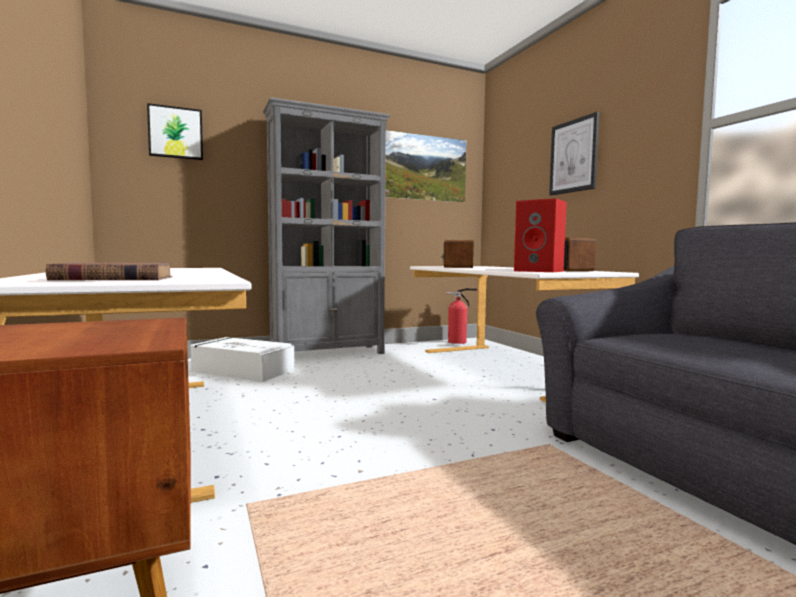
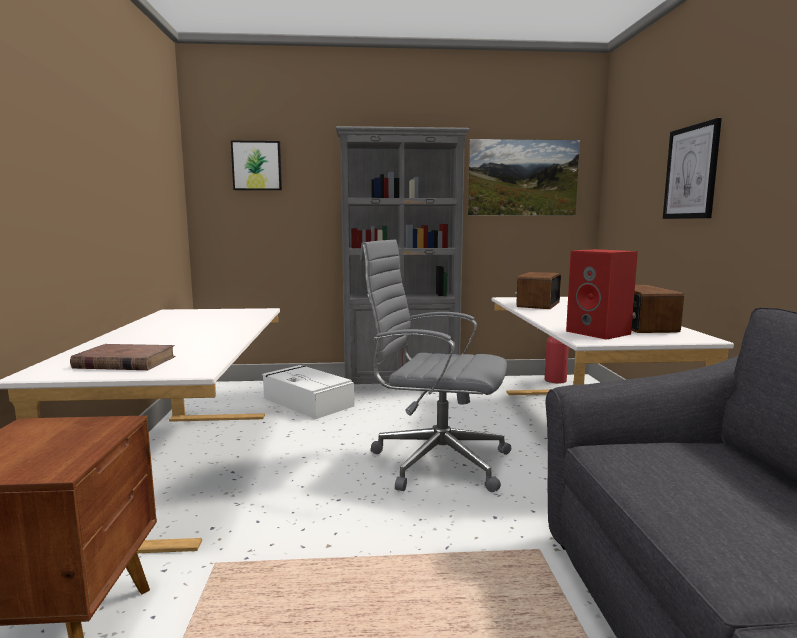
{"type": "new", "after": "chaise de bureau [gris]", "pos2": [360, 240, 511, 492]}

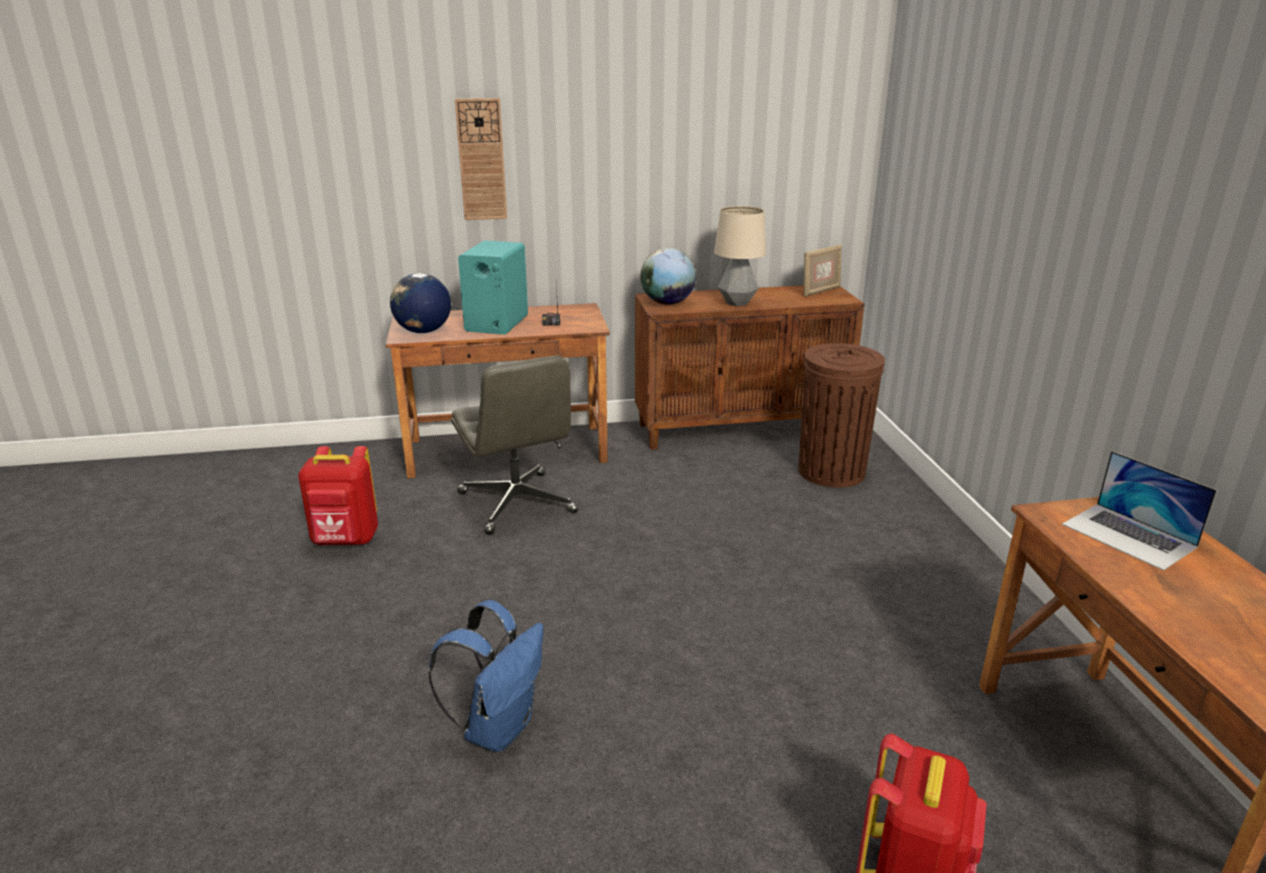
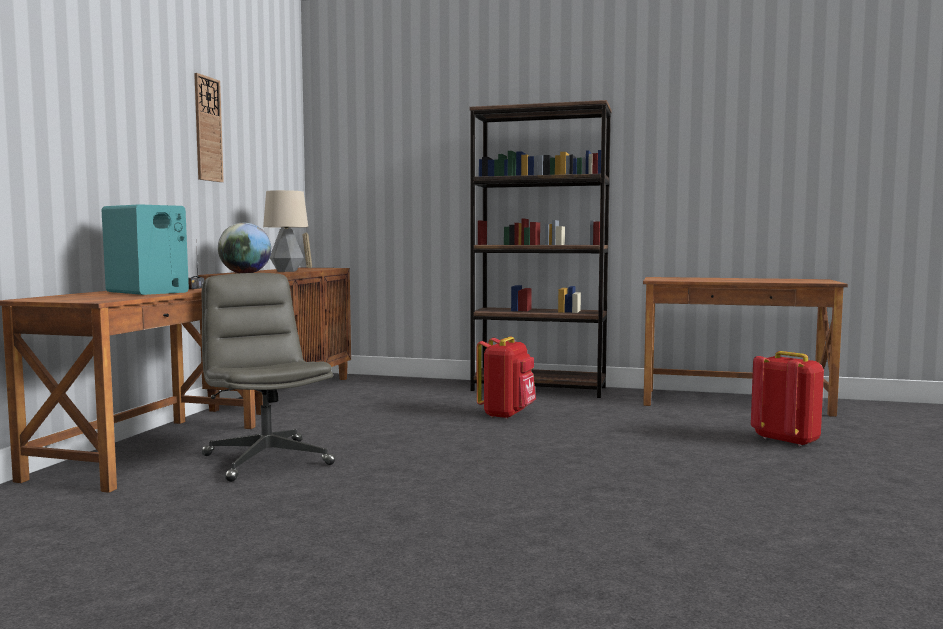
{"type": "gone", "before": "globe", "pos1": [390, 273, 451, 333]}
{"type": "gone", "before": "sac à dos [bleu]", "pos1": [428, 600, 544, 752]}
{"type": "gone", "before": "poubelle [marron]", "pos1": [798, 343, 885, 488]}
{"type": "gone", "before": "ordinateur portable", "pos1": [1062, 451, 1217, 571]}
{"type": "new", "after": "bibliothèque [marron]", "pos2": [470, 100, 612, 398]}
{"type": "shifted", "before": "sac à dos [rouge]", "pos1": [298, 446, 378, 545], "pos2": [477, 337, 536, 419]}
{"type": "shifted", "before": "horloge murale", "pos1": [455, 98, 507, 220], "pos2": [194, 73, 224, 182]}
{"type": "rotated", "before": "chaise de bureau [gris]", "pos1": [451, 355, 578, 535], "pos2": [202, 273, 335, 482], "turn": -120}

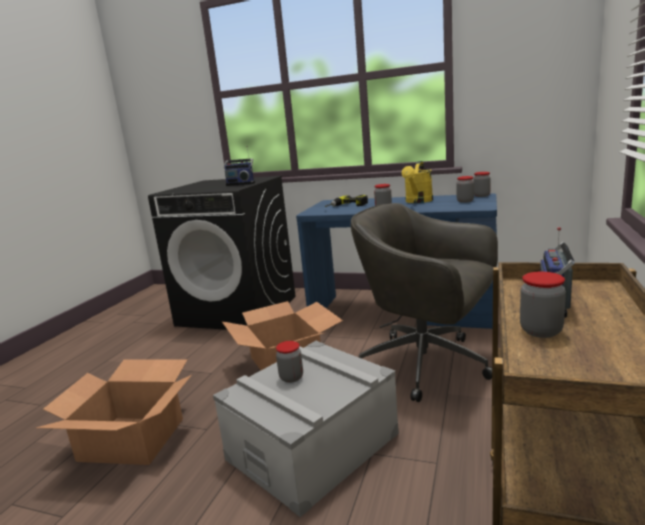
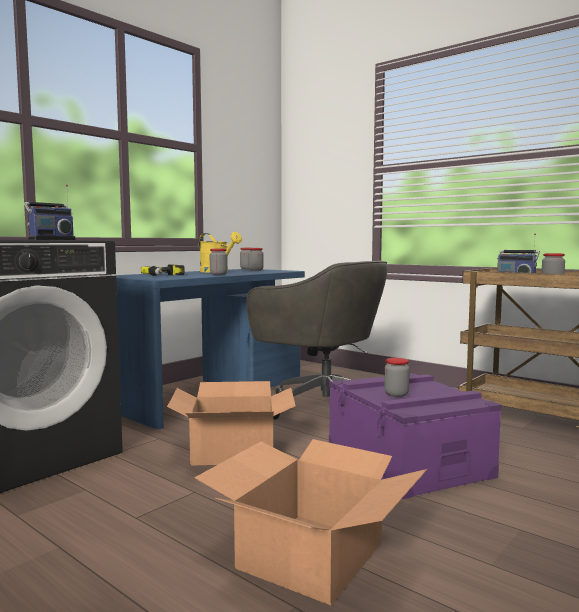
{"type": "repainted", "before": "boîte de rangement [gris]", "after": "boîte de rangement [violet]", "pos1": [213, 341, 399, 517], "pos2": [329, 373, 502, 499]}
{"type": "rotated", "before": "chaise de bureau [gris]", "pos1": [350, 203, 498, 402], "pos2": [246, 261, 388, 420], "turn": -105}

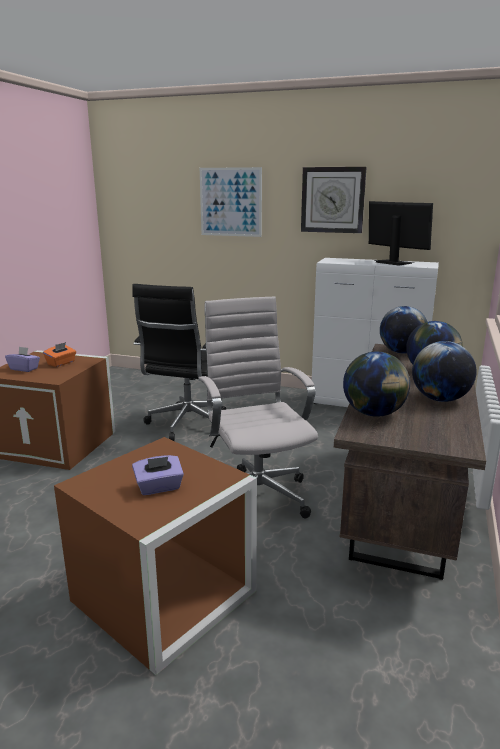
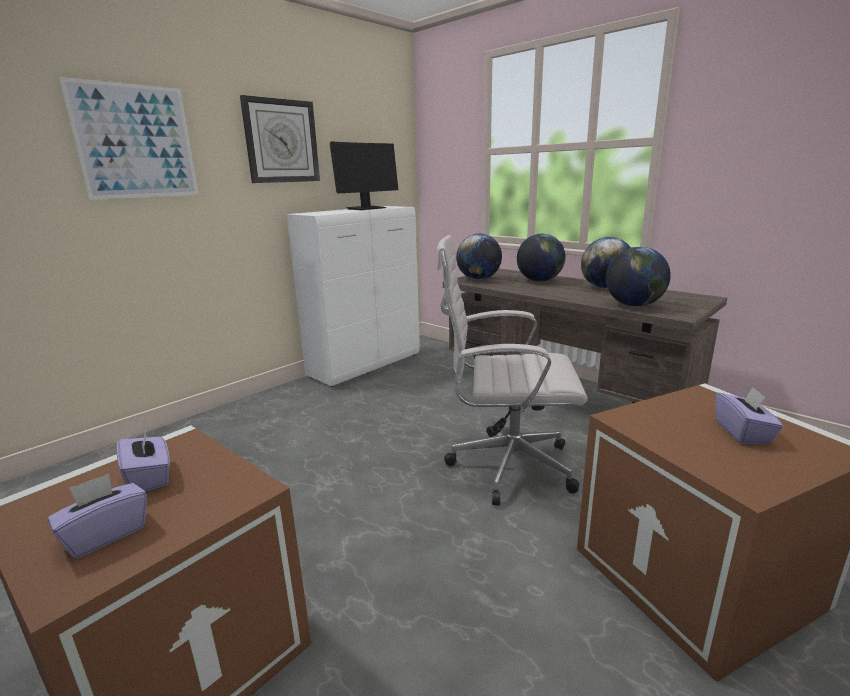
{"type": "gone", "before": "chaise de bureau [noir]", "pos1": [132, 284, 226, 441]}
{"type": "repainted", "before": "boîte à mouchoirs [orange]", "after": "boîte à mouchoirs [violet]", "pos1": [43, 342, 76, 367], "pos2": [117, 429, 170, 492]}
{"type": "rotated", "before": "écran d'ordinateur", "pos1": [369, 201, 433, 266], "pos2": [330, 141, 398, 210], "turn": 150}

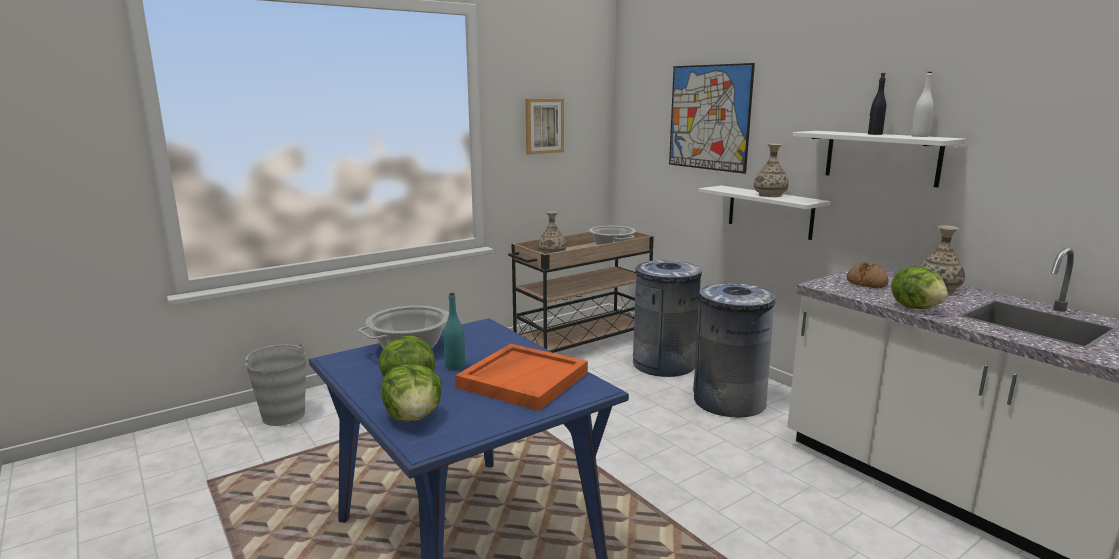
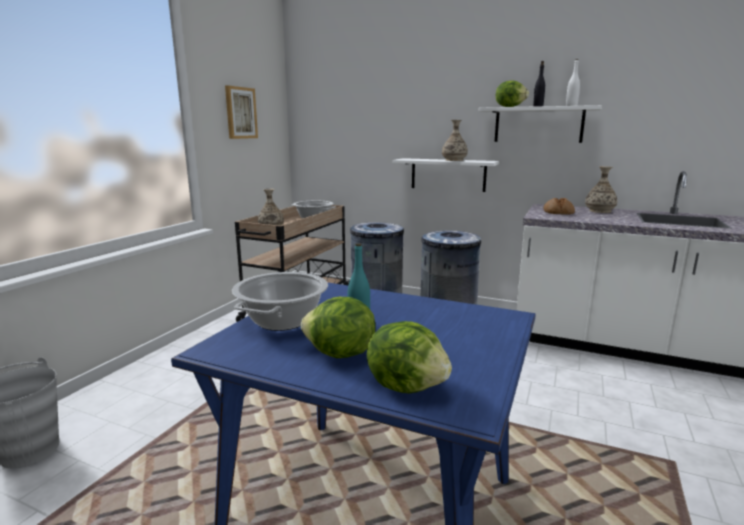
{"type": "gone", "before": "plateau [orange]", "pos1": [455, 344, 588, 411]}
{"type": "gone", "before": "tableau", "pos1": [669, 63, 755, 174]}
{"type": "shifted", "before": "laitue", "pos1": [891, 267, 948, 309], "pos2": [496, 80, 529, 107]}

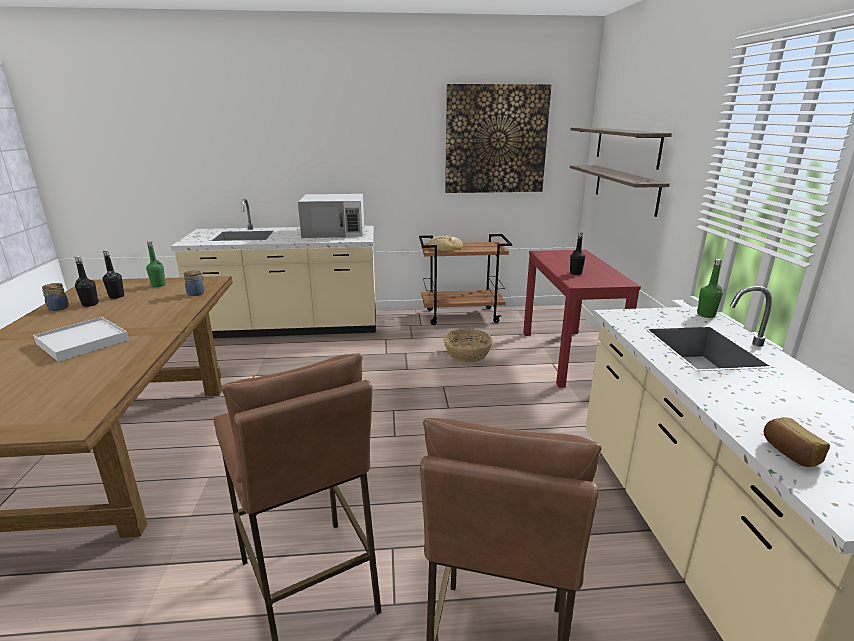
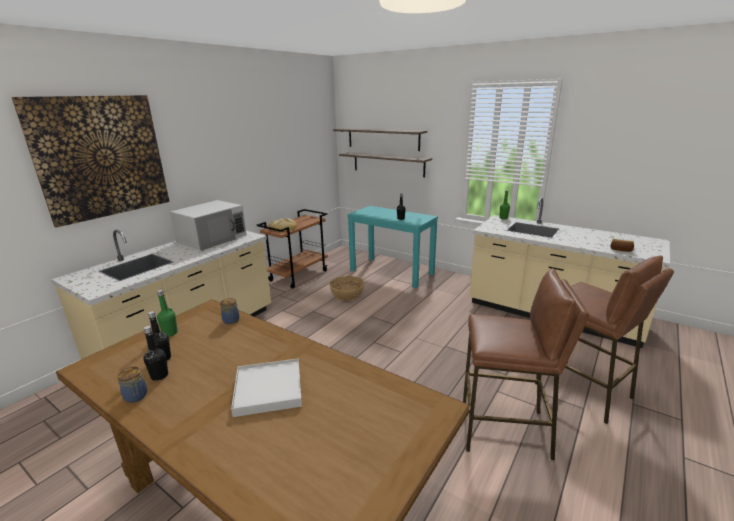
{"type": "shifted", "before": "tableau", "pos1": [445, 84, 551, 193], "pos2": [11, 95, 170, 228]}
{"type": "repainted", "before": "table console [rouge]", "after": "table console [turquoise]", "pos1": [523, 250, 641, 388], "pos2": [348, 206, 438, 288]}

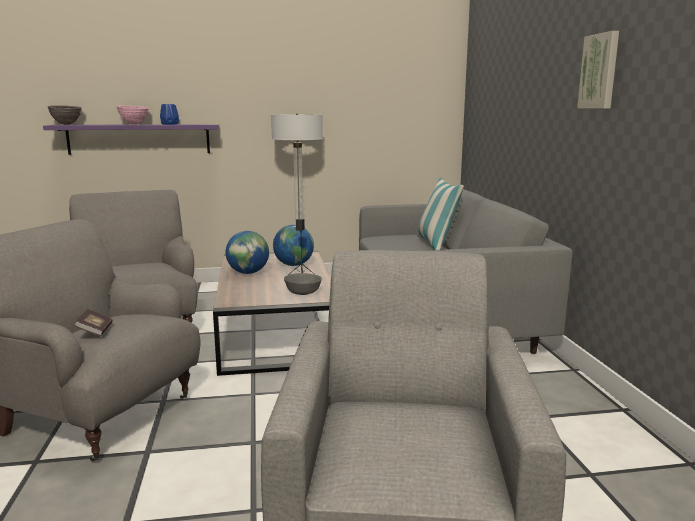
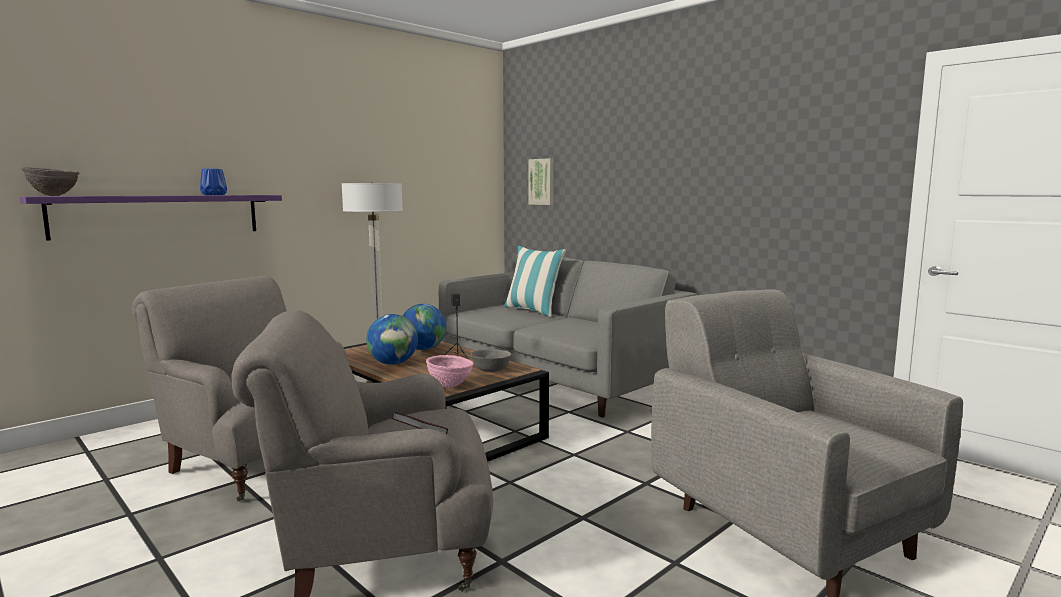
{"type": "shifted", "before": "bol [rose]", "pos1": [117, 105, 149, 125], "pos2": [426, 355, 474, 388]}
{"type": "shifted", "before": "tableau", "pos1": [577, 31, 619, 109], "pos2": [529, 158, 553, 205]}

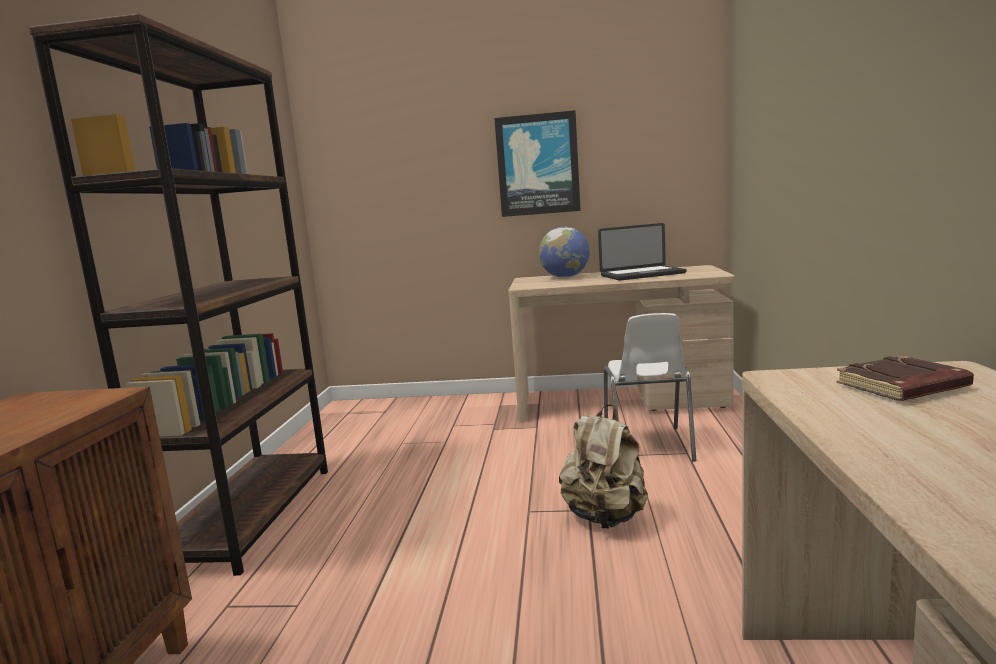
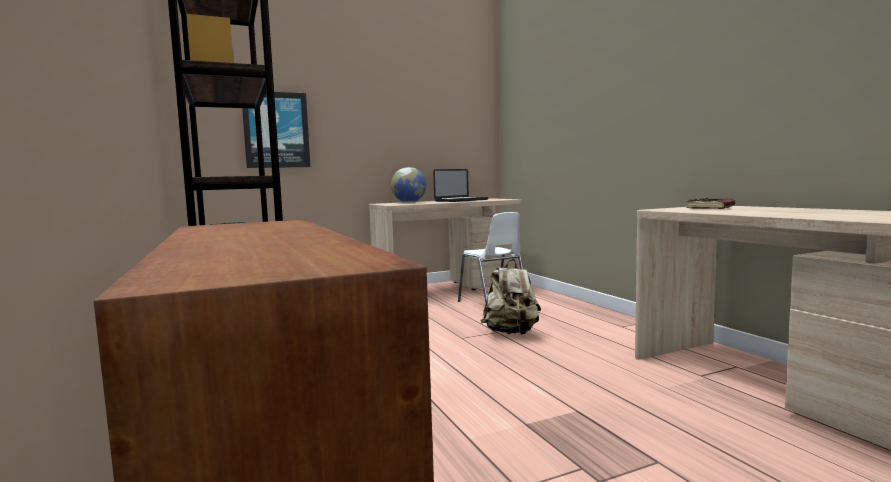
{"type": "shifted", "before": "tableau", "pos1": [494, 110, 581, 217], "pos2": [242, 92, 310, 168]}

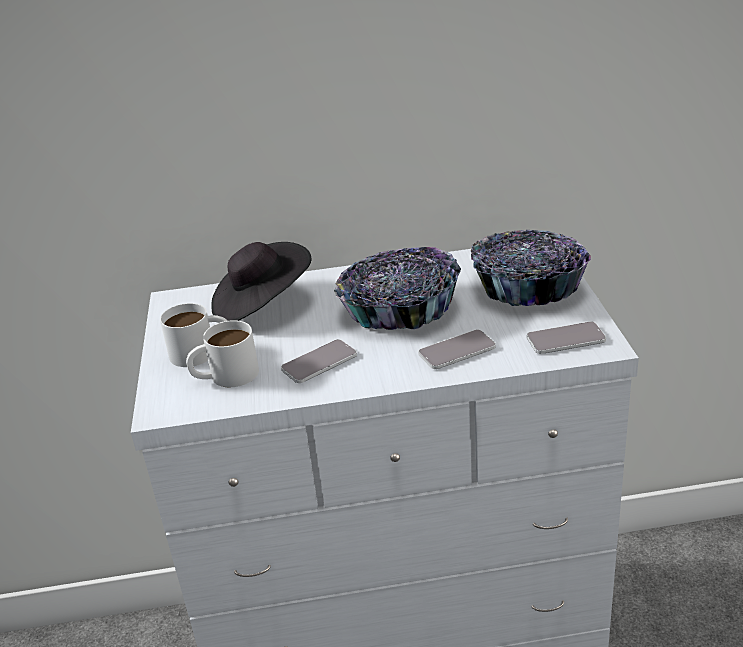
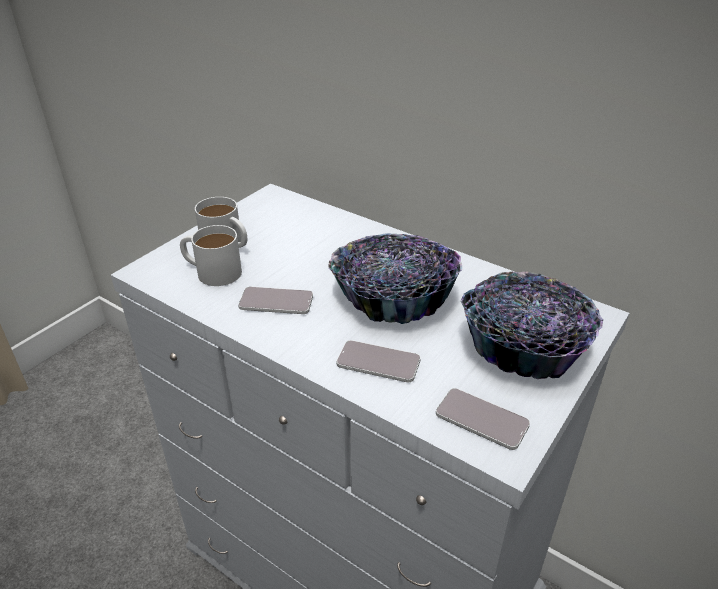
{"type": "gone", "before": "chapeau [noir]", "pos1": [211, 242, 312, 321]}

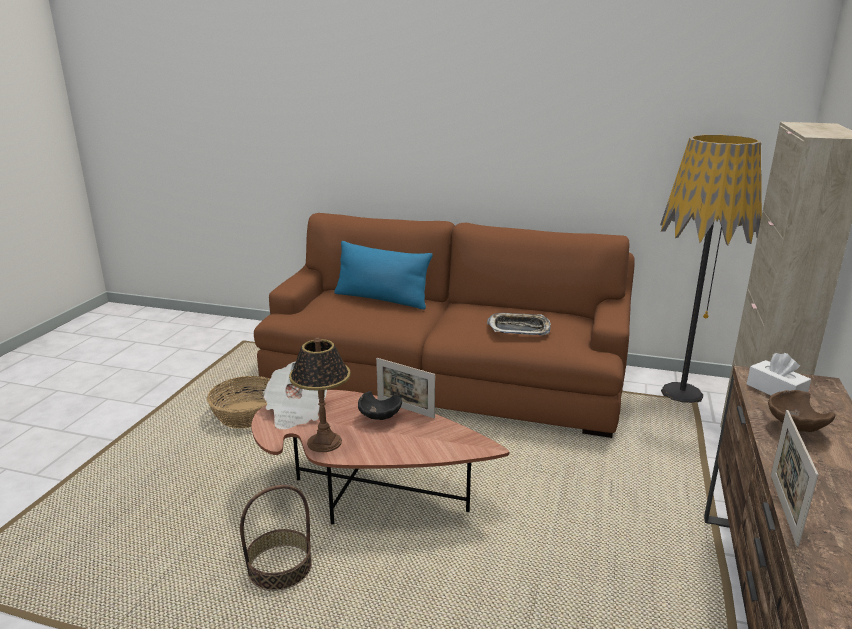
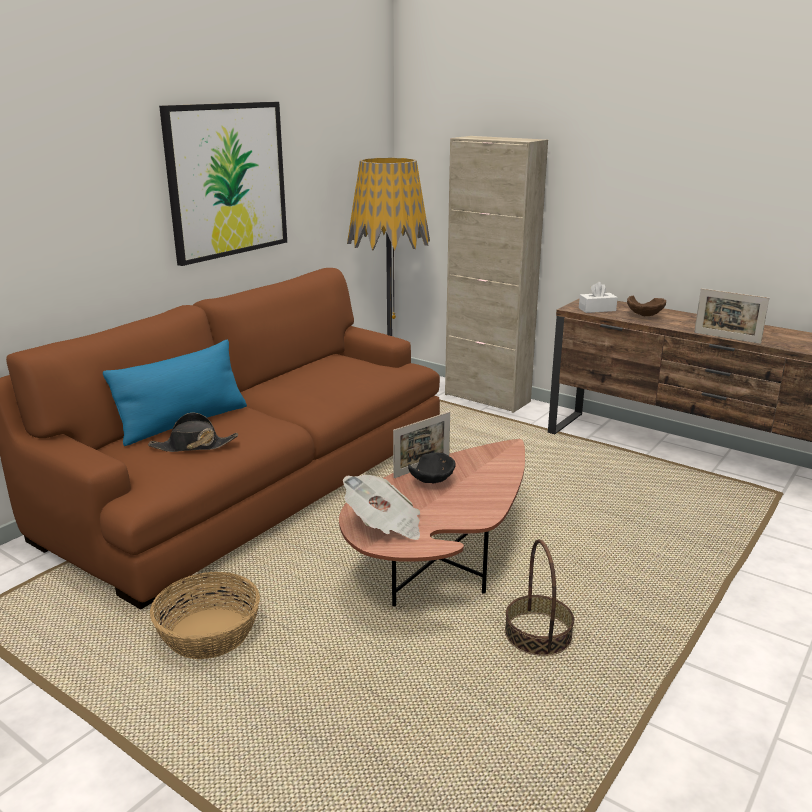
{"type": "gone", "before": "lampe de table", "pos1": [289, 338, 351, 452]}
{"type": "gone", "before": "plateau", "pos1": [487, 313, 551, 335]}
{"type": "new", "after": "chapeau [noir]", "pos2": [148, 412, 238, 452]}
{"type": "new", "after": "tableau", "pos2": [159, 102, 287, 266]}

